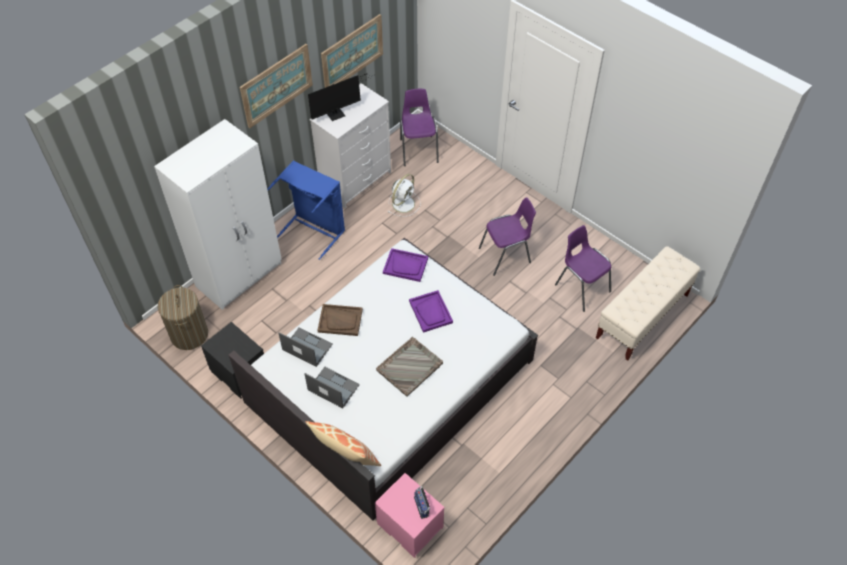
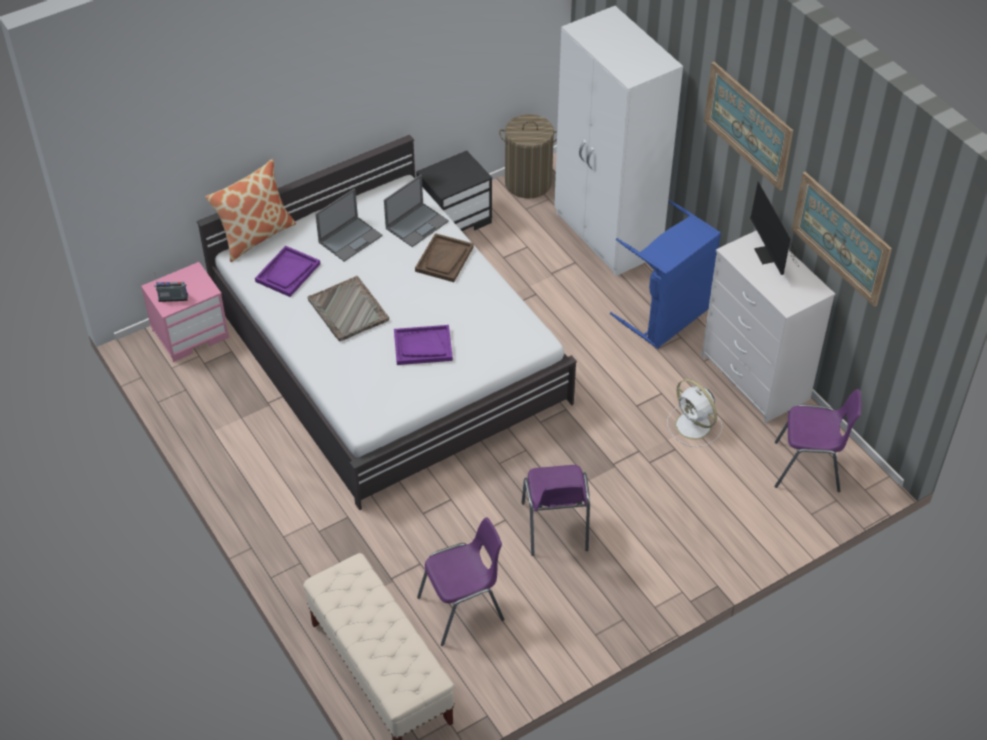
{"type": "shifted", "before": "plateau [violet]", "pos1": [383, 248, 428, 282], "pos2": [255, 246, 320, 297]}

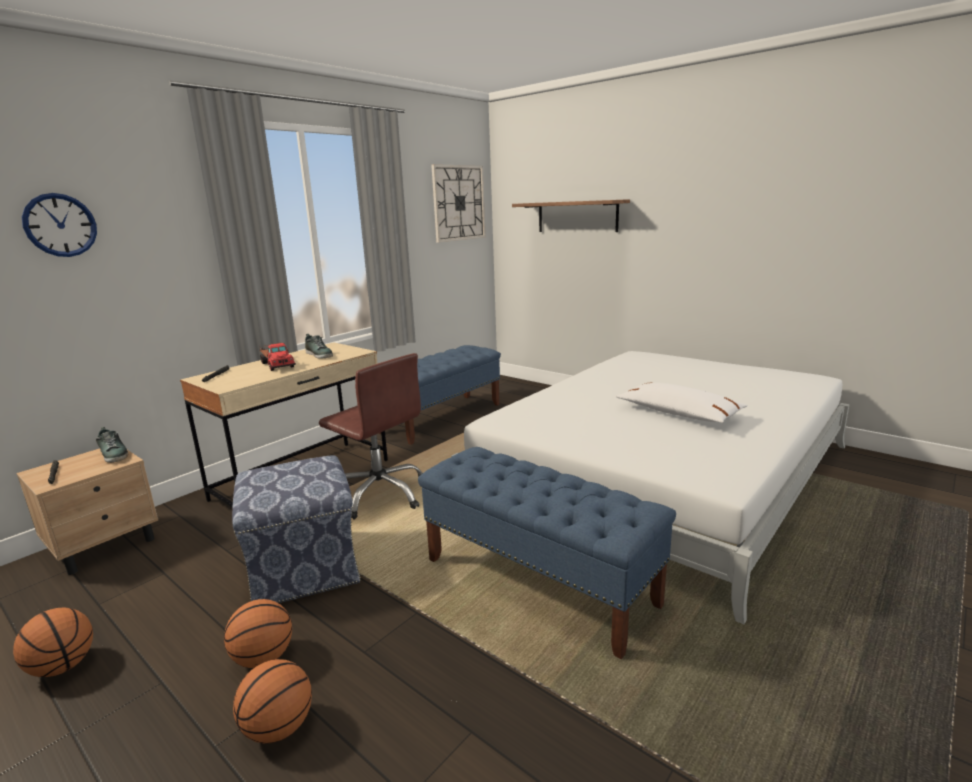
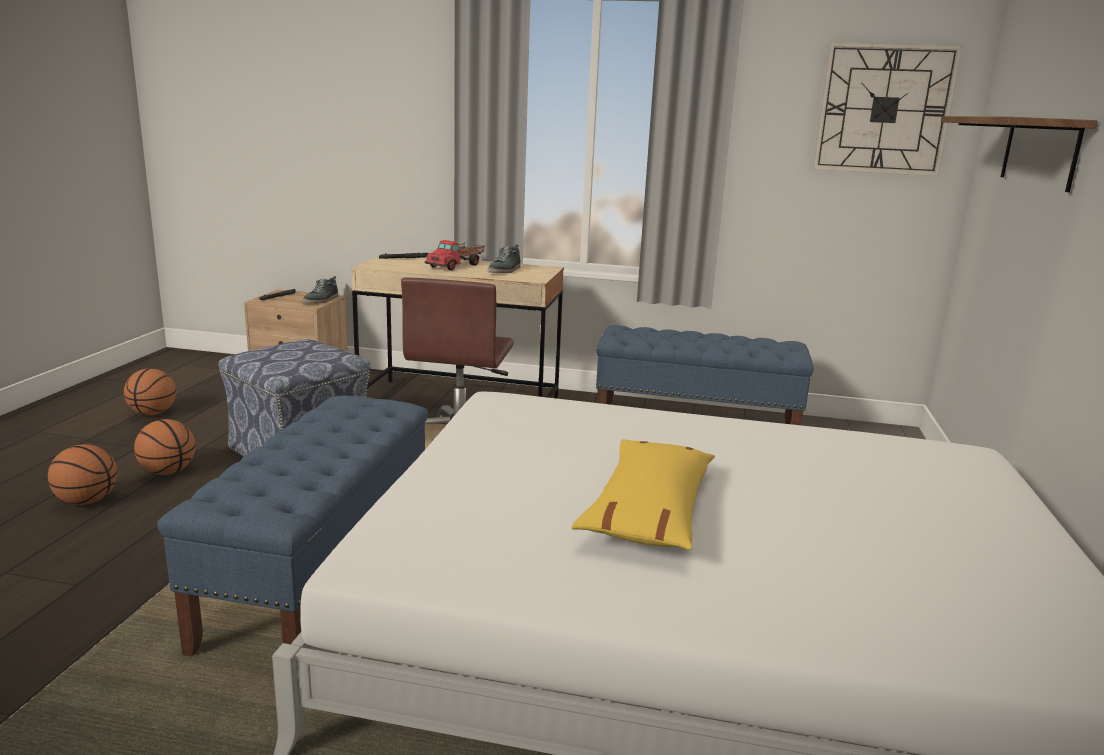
{"type": "gone", "before": "horloge murale", "pos1": [22, 193, 97, 257]}
{"type": "repainted", "before": "coussin [blanc]", "after": "coussin [jaune]", "pos1": [616, 382, 748, 423], "pos2": [571, 439, 715, 550]}

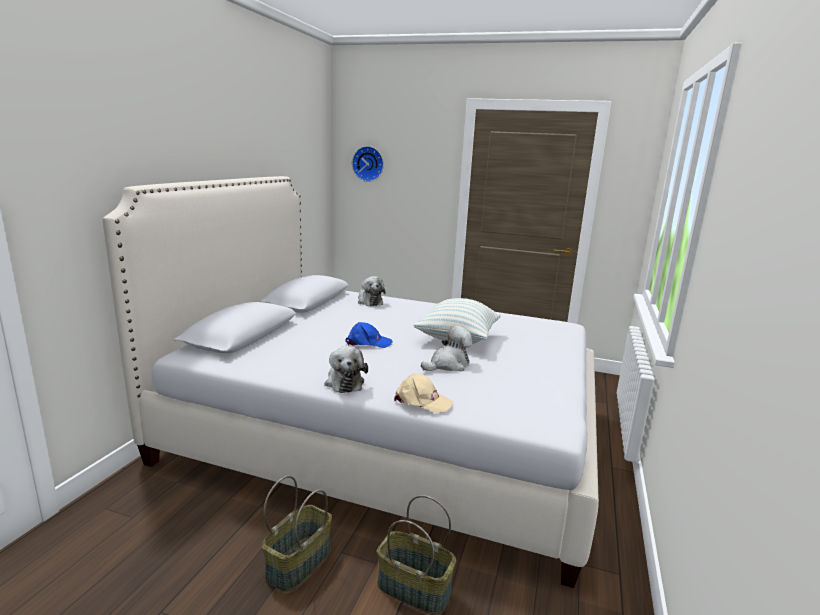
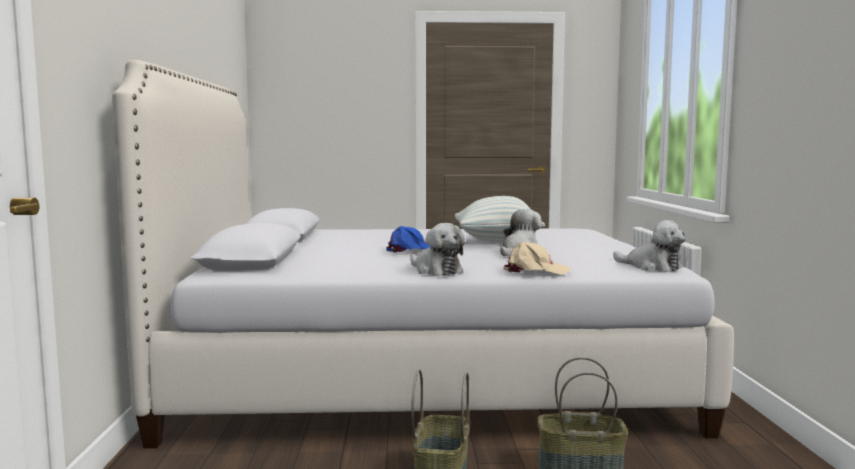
{"type": "gone", "before": "horloge murale", "pos1": [352, 146, 384, 182]}
{"type": "shifted", "before": "peluche", "pos1": [358, 276, 386, 306], "pos2": [613, 220, 685, 272]}

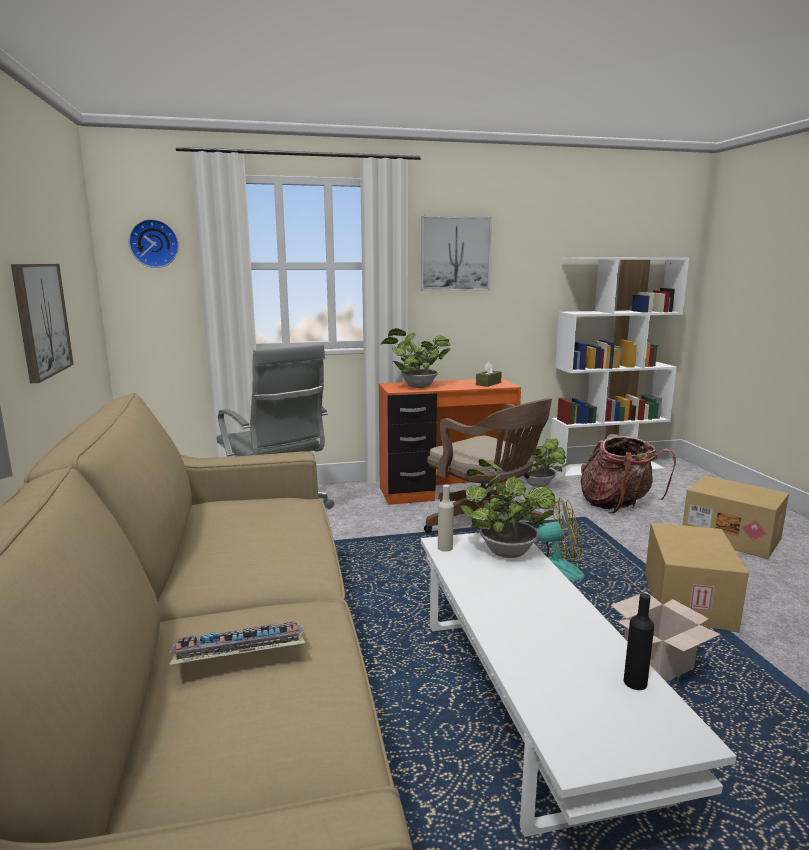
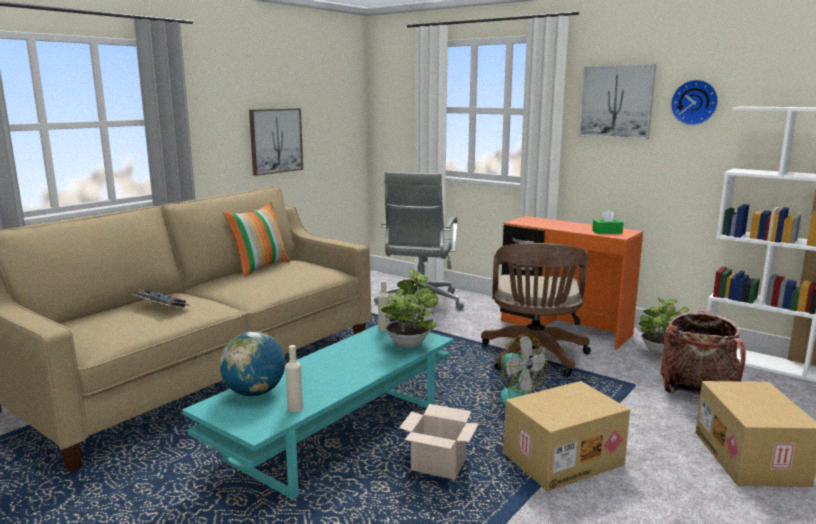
{"type": "gone", "before": "plante en pot", "pos1": [380, 328, 451, 388]}
{"type": "new", "after": "globe", "pos2": [219, 332, 285, 397]}
{"type": "new", "after": "coussin", "pos2": [223, 202, 290, 277]}
{"type": "shifted", "before": "horloge murale", "pos1": [129, 219, 179, 268], "pos2": [671, 79, 718, 126]}
{"type": "repainted", "before": "table basse [blanc]", "after": "table basse [turquoise]", "pos1": [421, 532, 737, 837], "pos2": [182, 325, 454, 499]}
{"type": "repainted", "before": "boîte à mouchoirs [marron]", "after": "boîte à mouchoirs [vert]", "pos1": [476, 361, 502, 387], "pos2": [592, 210, 624, 234]}
{"type": "repainted", "before": "bouteille [noir]", "after": "bouteille [beige]", "pos1": [624, 593, 654, 690], "pos2": [285, 345, 303, 412]}

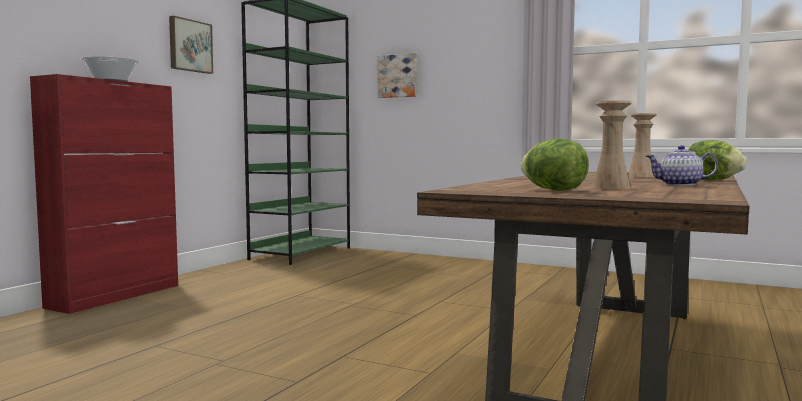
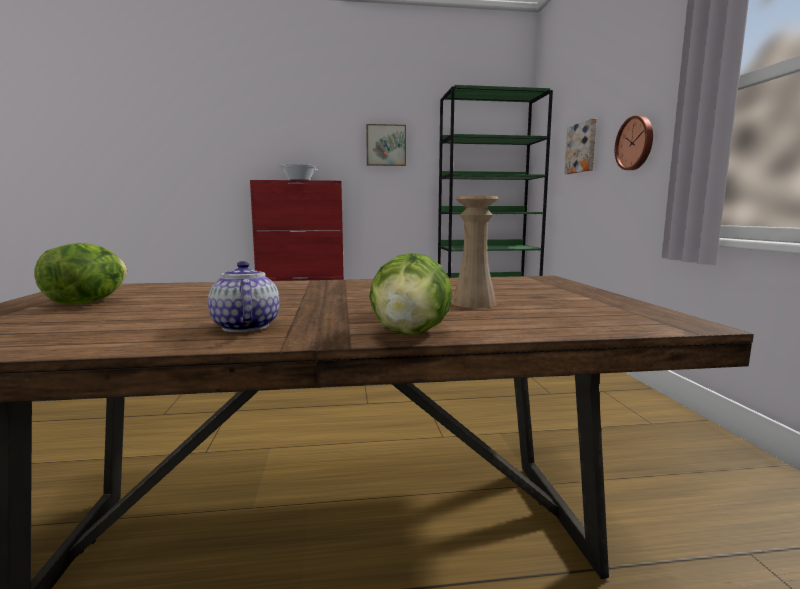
{"type": "gone", "before": "vase [beige]", "pos1": [592, 101, 632, 189]}
{"type": "new", "after": "horloge murale", "pos2": [615, 116, 653, 170]}

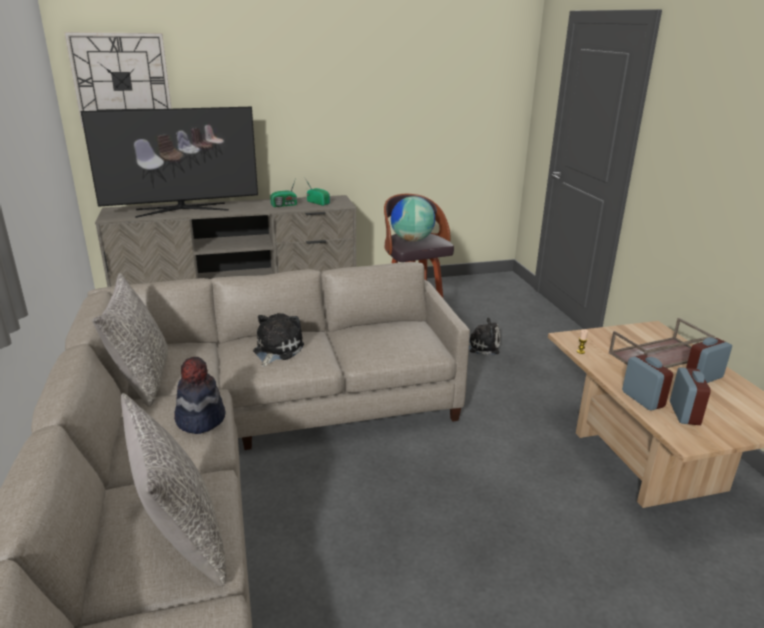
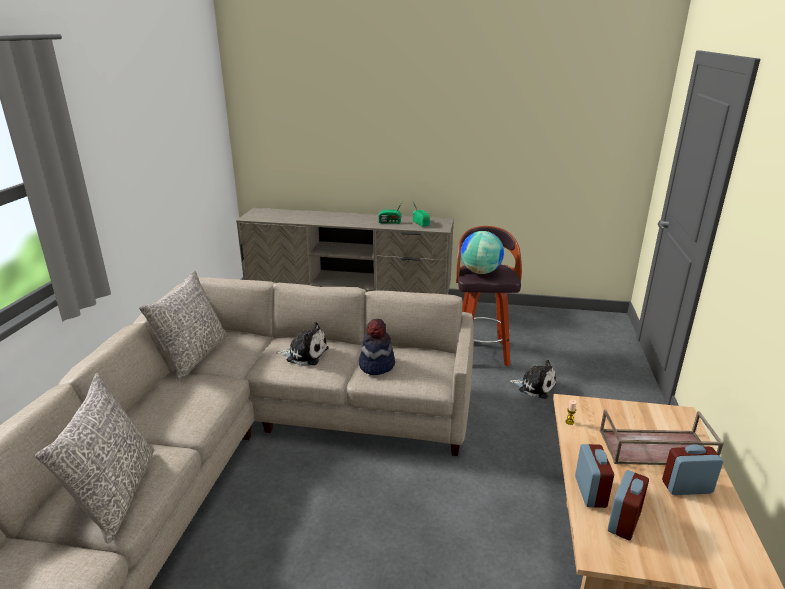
{"type": "gone", "before": "horloge murale", "pos1": [64, 32, 172, 128]}
{"type": "gone", "before": "téléviseur", "pos1": [81, 107, 258, 218]}
{"type": "shifted", "before": "chapeau", "pos1": [174, 357, 226, 434], "pos2": [359, 319, 395, 375]}
{"type": "rotated", "before": "peluche", "pos1": [253, 313, 304, 367], "pos2": [276, 322, 328, 366], "turn": 60}

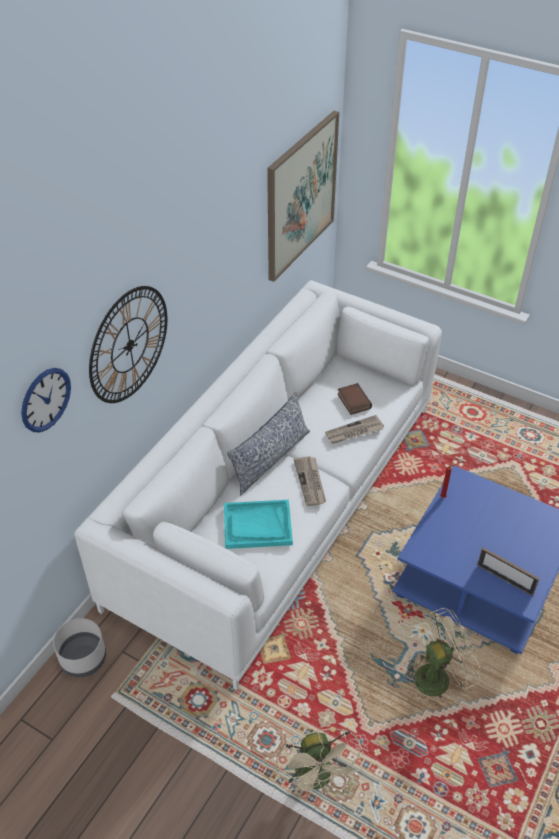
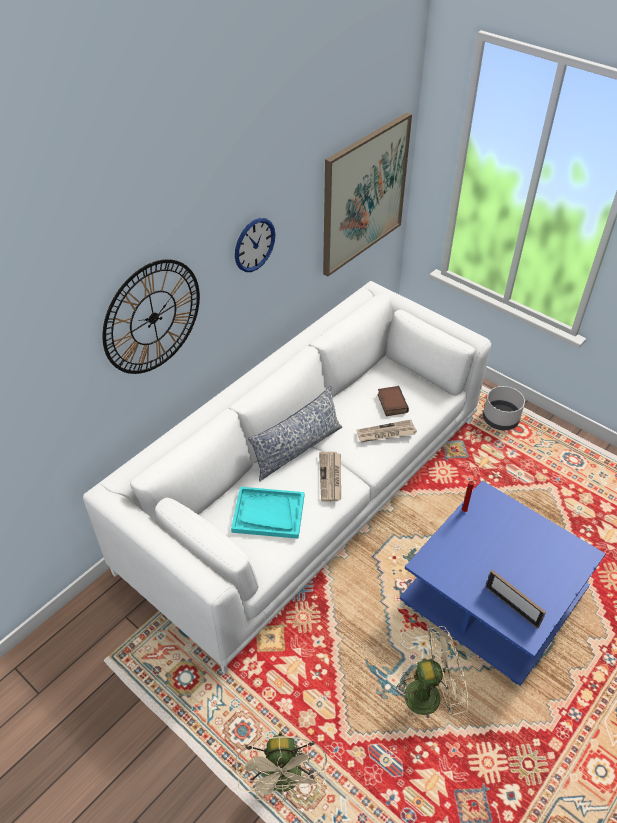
{"type": "shifted", "before": "horloge murale", "pos1": [21, 368, 71, 433], "pos2": [235, 218, 275, 272]}
{"type": "shifted", "before": "cache-pot [gris]", "pos1": [53, 618, 106, 677], "pos2": [483, 386, 525, 430]}

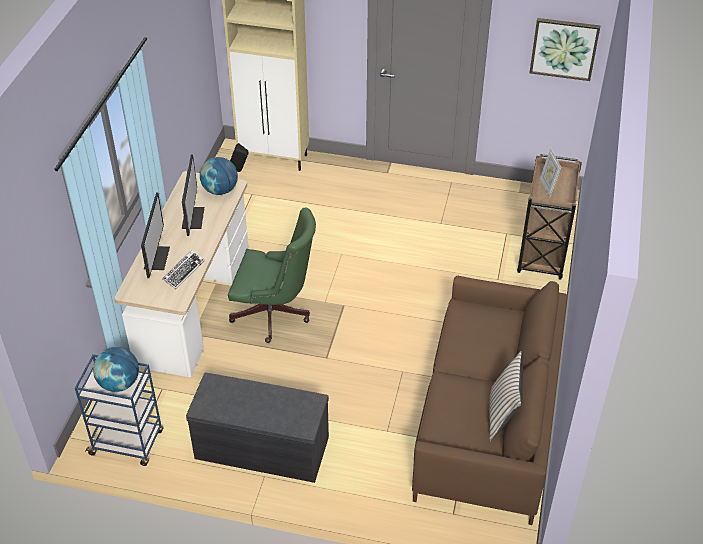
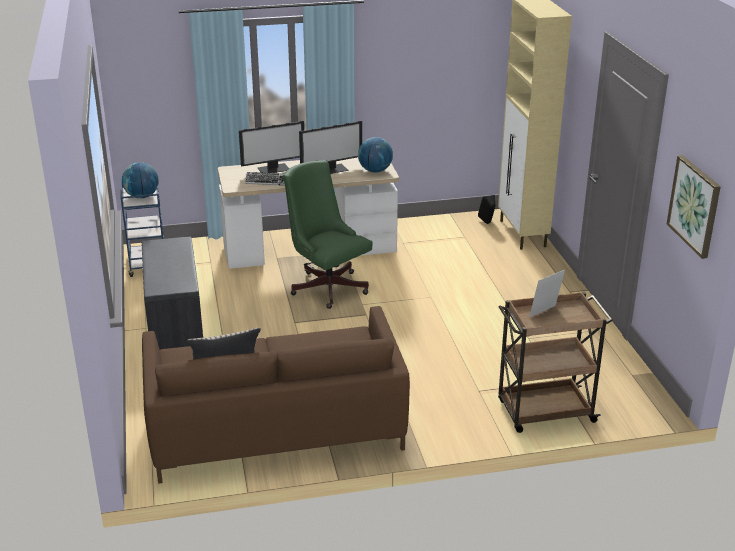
{"type": "rotated", "before": "chaise de bureau [vert]", "pos1": [228, 208, 316, 343], "pos2": [282, 160, 373, 309], "turn": 150}

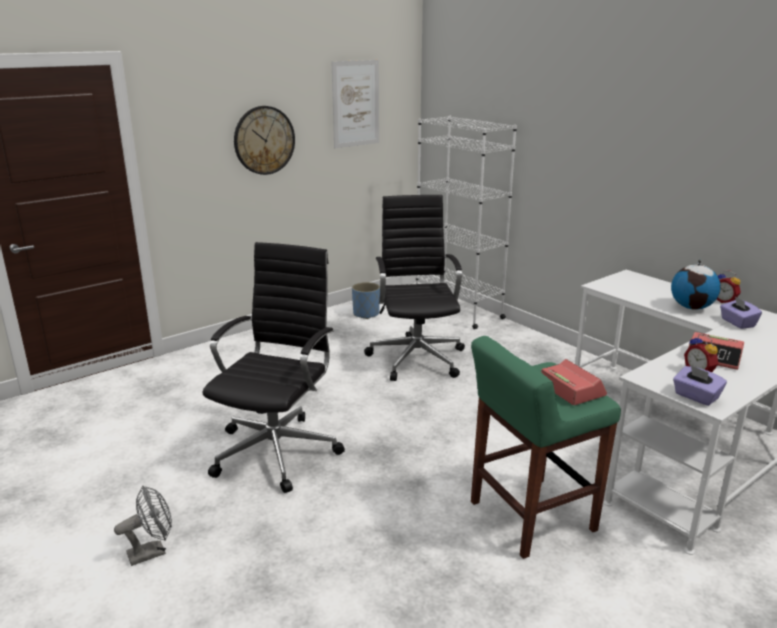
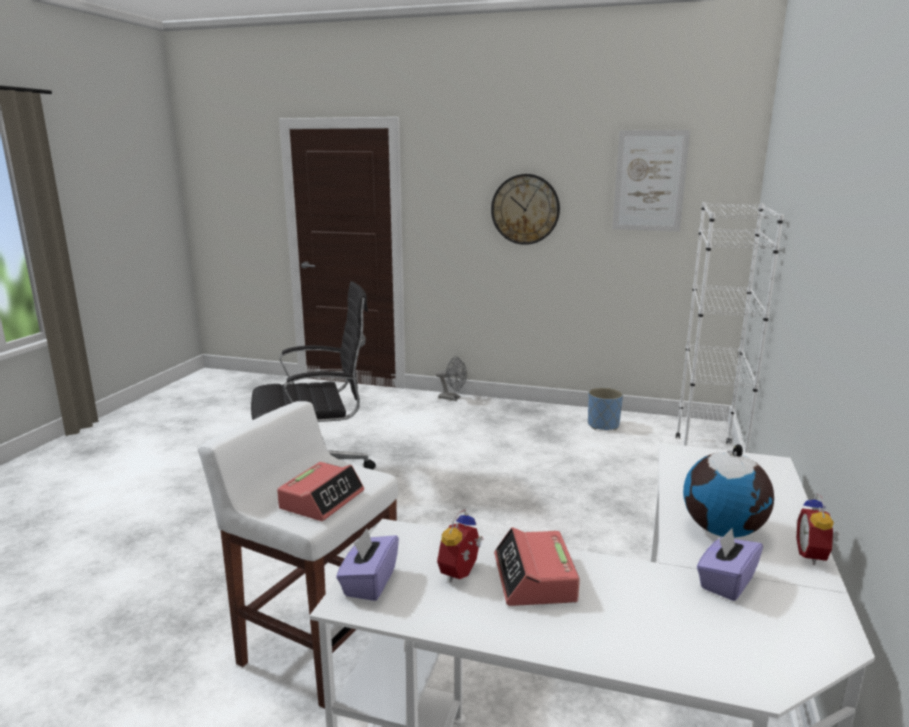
{"type": "gone", "before": "chaise de bureau [noir]", "pos1": [364, 195, 465, 381]}
{"type": "shifted", "before": "ventilateur [gris]", "pos1": [114, 486, 172, 566], "pos2": [436, 356, 467, 401]}
{"type": "repainted", "before": "tabouret [vert]", "after": "tabouret [blanc]", "pos1": [471, 336, 621, 559], "pos2": [198, 401, 398, 709]}

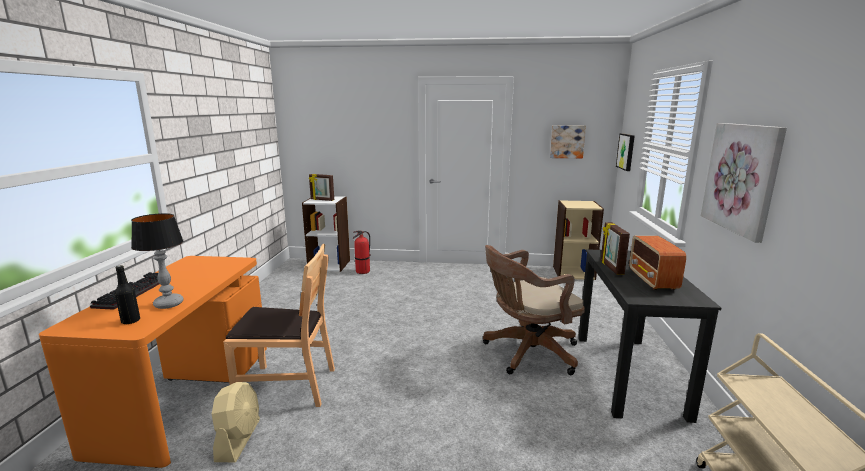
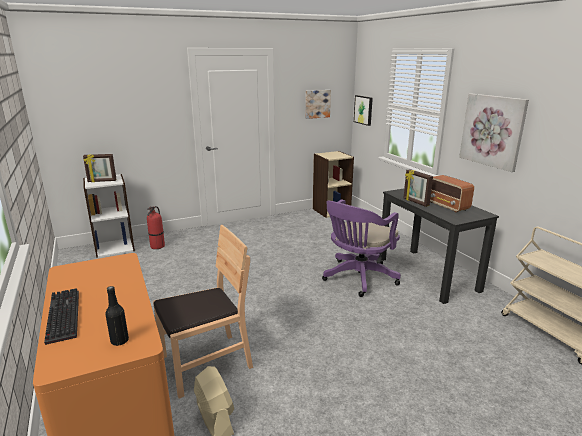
{"type": "gone", "before": "lampe de table", "pos1": [131, 213, 184, 309]}
{"type": "repainted", "before": "chaise de bureau [marron]", "after": "chaise de bureau [violet]", "pos1": [483, 245, 585, 375], "pos2": [322, 200, 401, 297]}

